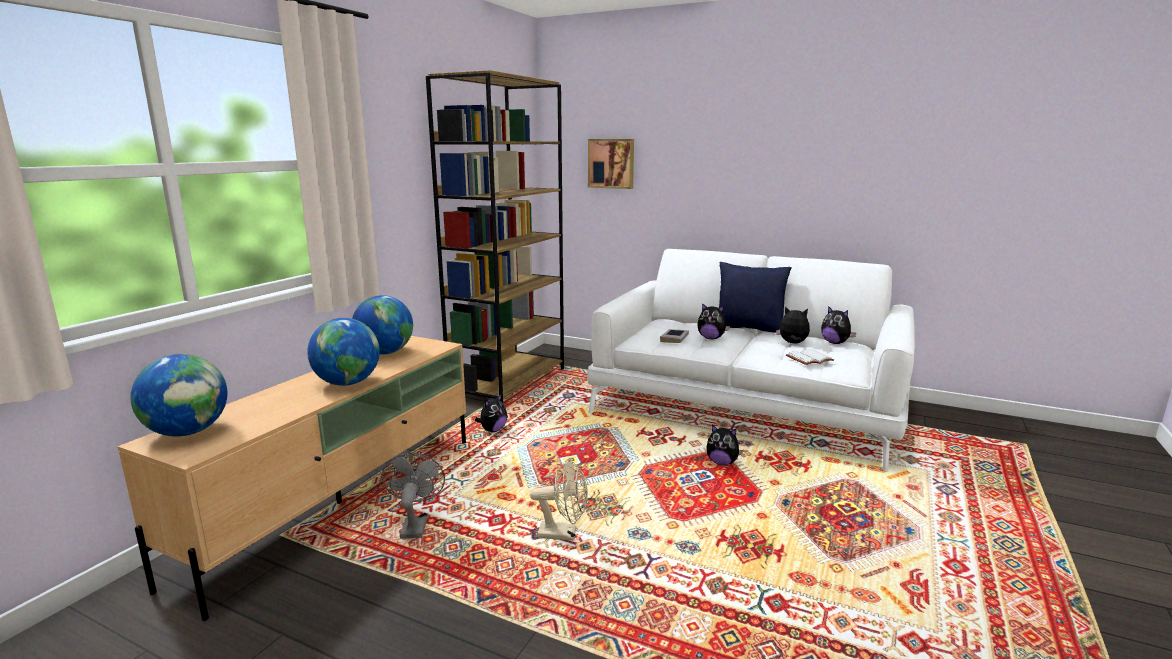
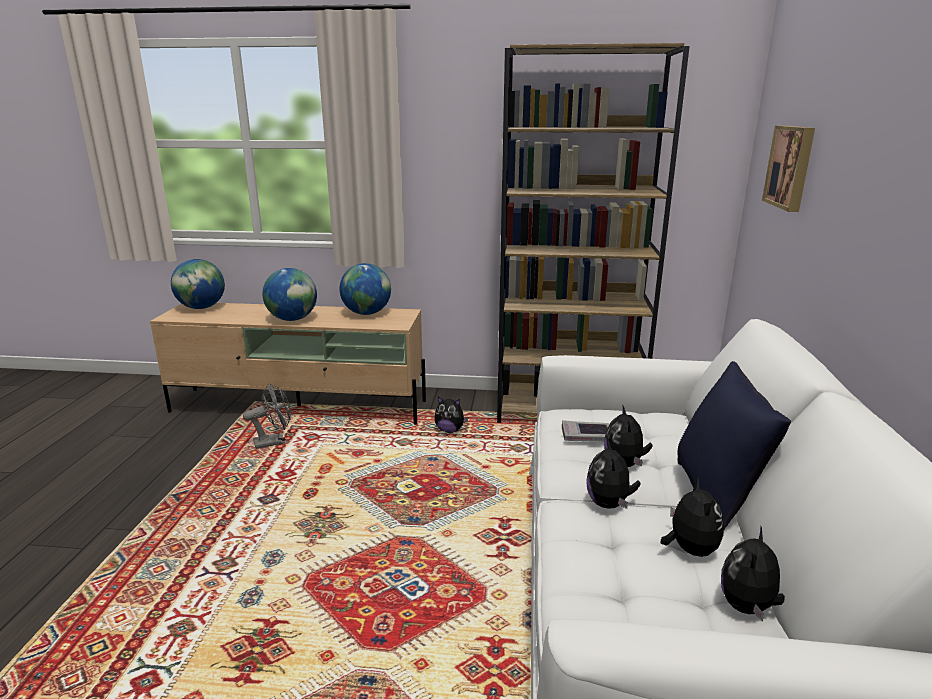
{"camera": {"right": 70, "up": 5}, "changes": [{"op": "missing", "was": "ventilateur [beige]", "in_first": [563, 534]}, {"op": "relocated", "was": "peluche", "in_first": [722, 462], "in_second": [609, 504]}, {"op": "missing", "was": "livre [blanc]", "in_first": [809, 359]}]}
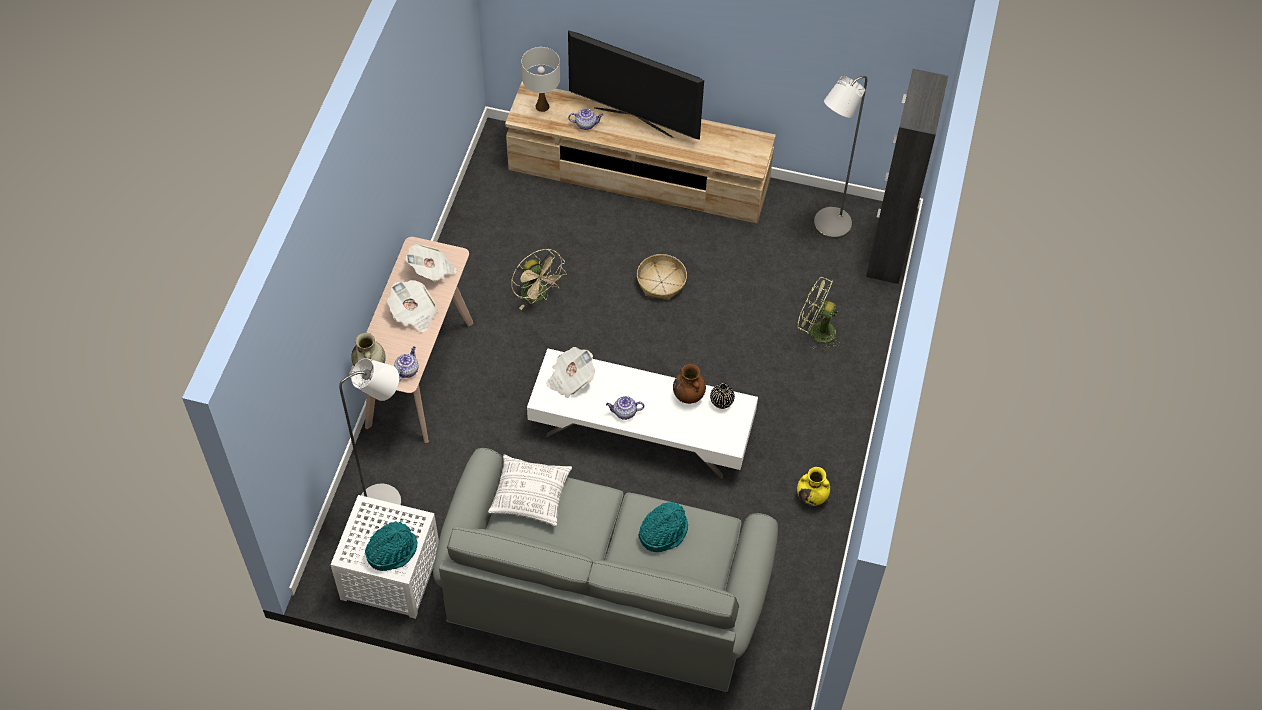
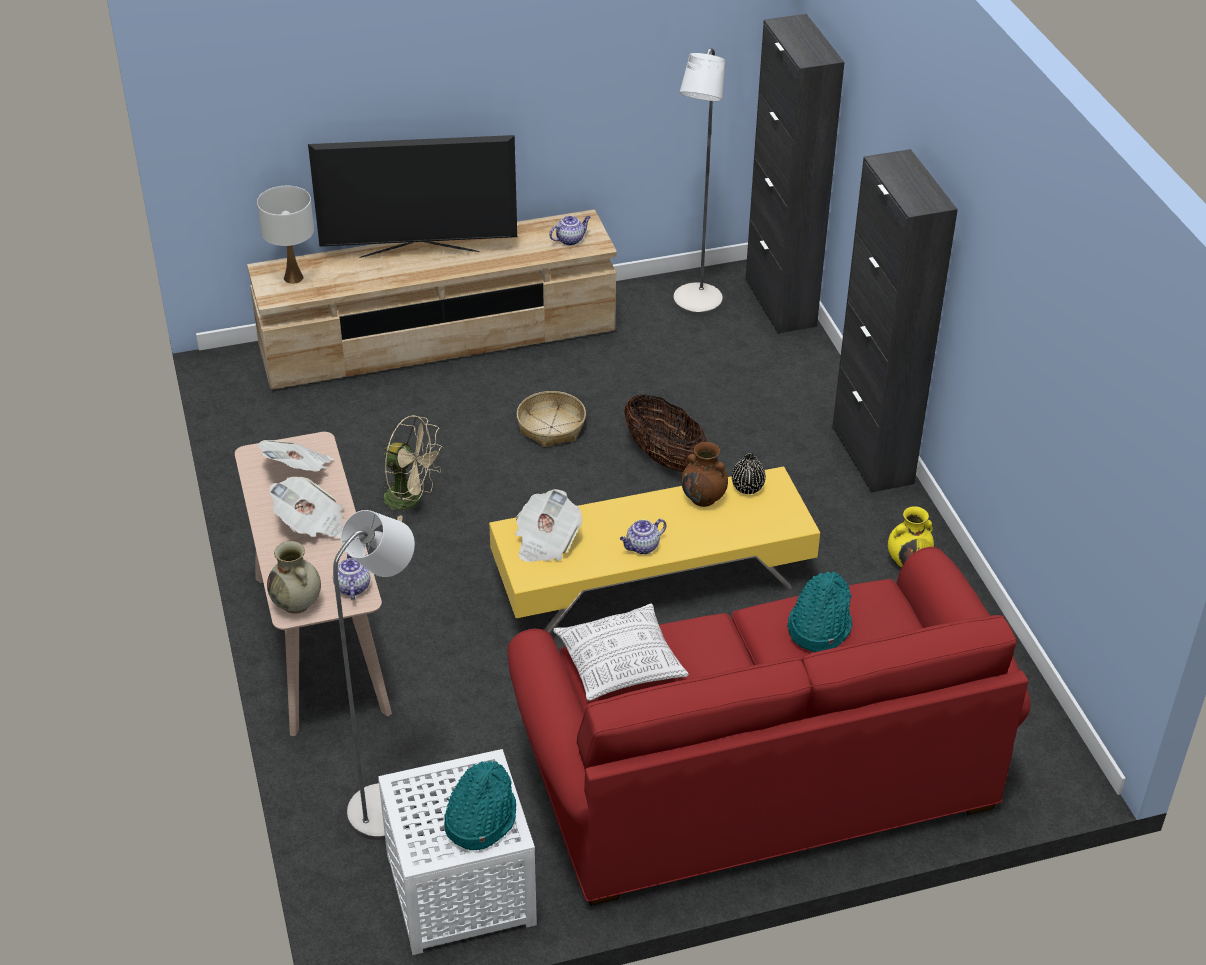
{"camera": {"right": -30, "up": -15}, "changes": [{"op": "colour", "was": "canapé [gris]", "now": "canapé [rouge]", "in_first": [604, 594], "in_second": [758, 774]}, {"op": "colour", "was": "table basse [blanc]", "now": "table basse [jaune]", "in_first": [640, 429], "in_second": [652, 580]}, {"op": "relocated", "was": "théière", "in_first": [586, 124], "in_second": [570, 239]}, {"op": "missing", "was": "ventilateur [vert]", "in_first": [816, 331]}, {"op": "appeared", "now": "panier", "in_second": [665, 457]}, {"op": "appeared", "now": "meuble de rangement [noir]", "in_second": [872, 455]}]}
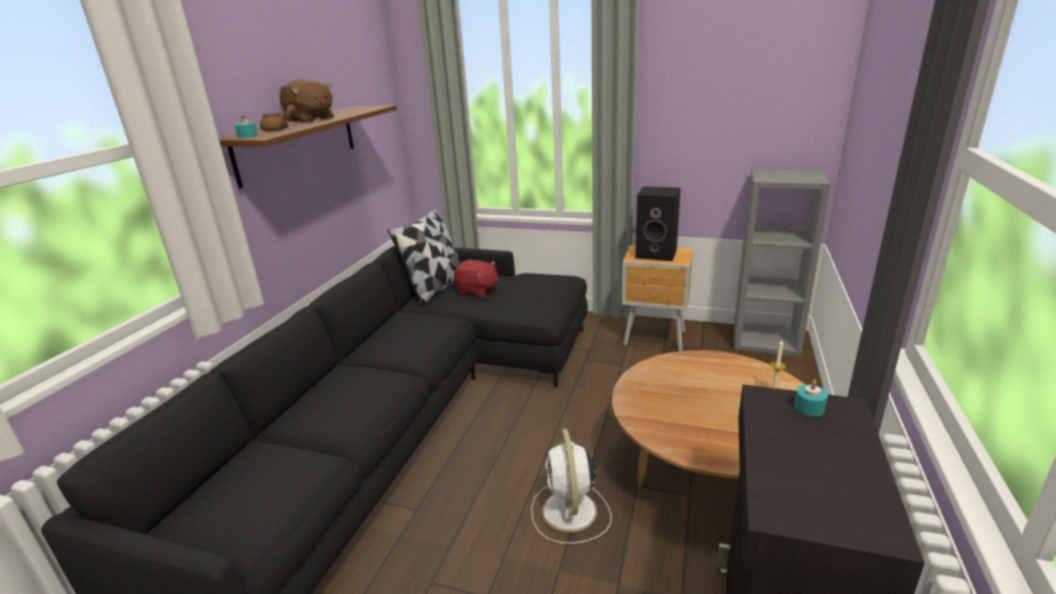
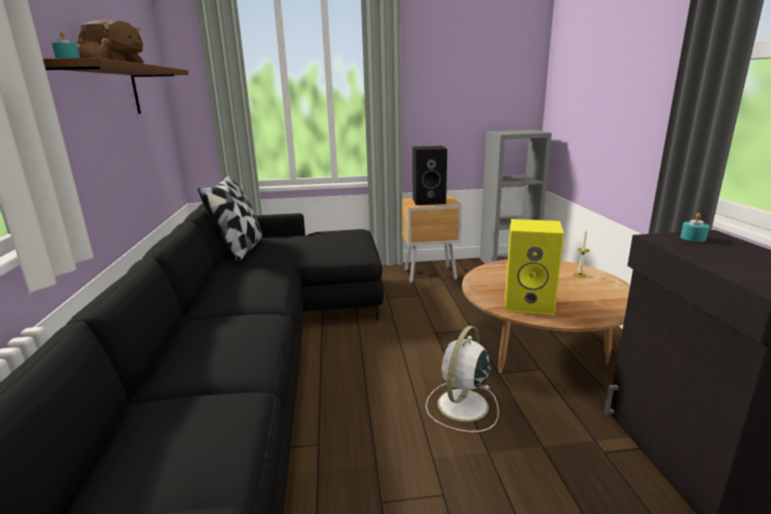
{"camera": {"right": -25, "up": -5}, "changes": [{"op": "missing", "was": "peluche [rouge]", "in_first": [477, 291]}, {"op": "spun", "was": "ventilateur [blanc]", "in_first": [570, 513], "in_second": [462, 406], "clockwise": 60}, {"op": "appeared", "now": "enceinte [jaune]", "in_second": [530, 303]}]}
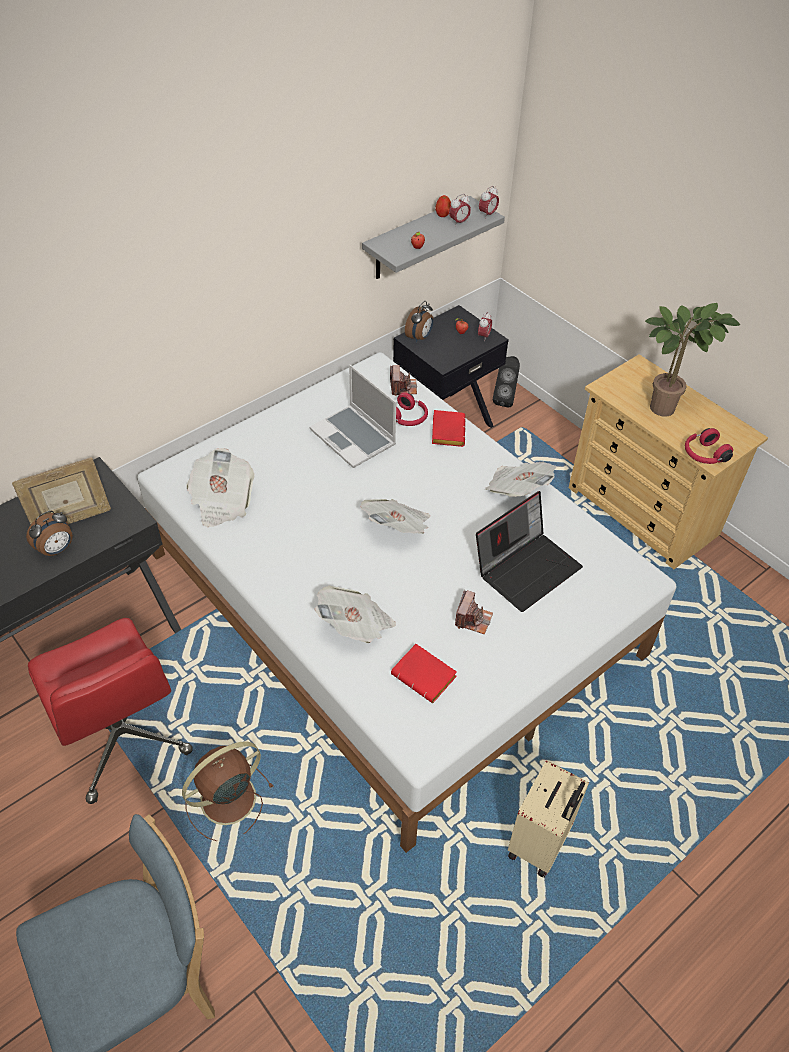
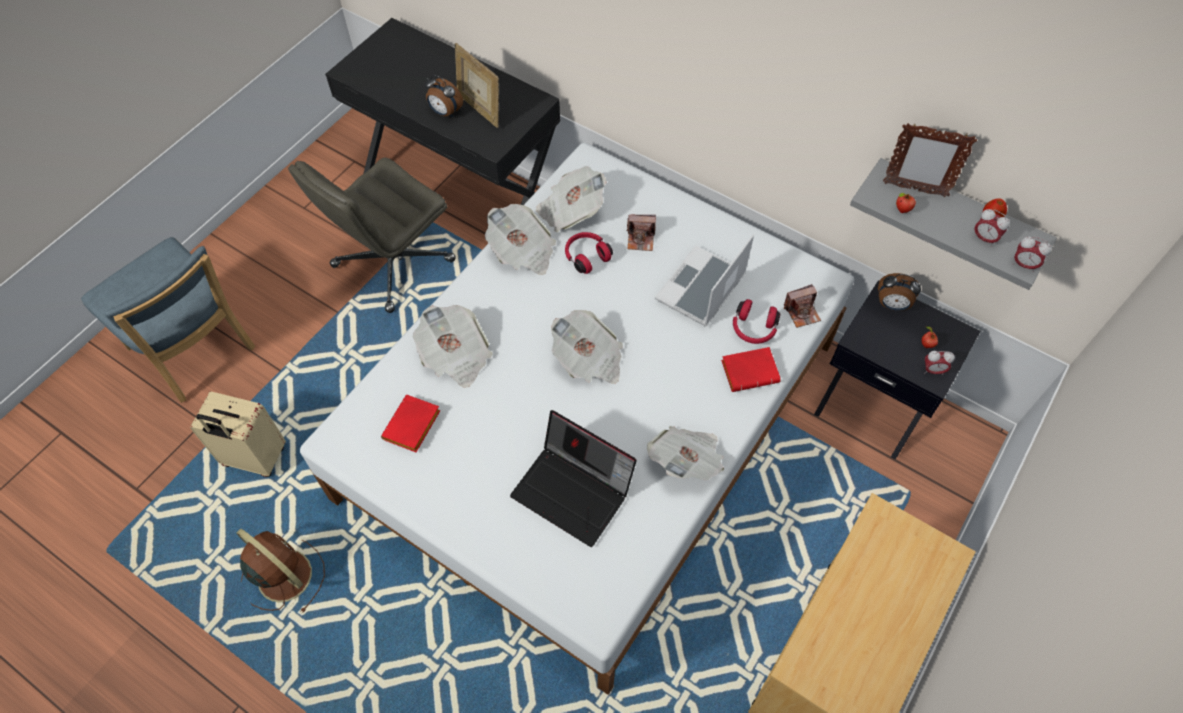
{"camera": {"right": 75, "up": 10}, "changes": [{"op": "colour", "was": "chaise de bureau [rouge]", "now": "chaise de bureau [gris]", "in_first": [123, 738], "in_second": [392, 264]}, {"op": "relocated", "was": "ventilateur [marron]", "in_first": [226, 800], "in_second": [283, 574]}, {"op": "relocated", "was": "appareil photo", "in_first": [473, 619], "in_second": [641, 239]}, {"op": "missing", "was": "enceinte [noir]", "in_first": [505, 399]}, {"op": "relocated", "was": "valise [beige]", "in_first": [540, 843], "in_second": [254, 458]}, {"op": "missing", "was": "plante en pot", "in_first": [665, 406]}, {"op": "relocated", "was": "casque audio [rouge]", "in_first": [703, 455], "in_second": [586, 256]}, {"op": "appeared", "now": "journal", "in_second": [522, 252]}, {"op": "appeared", "now": "cadre photo", "in_second": [914, 189]}]}
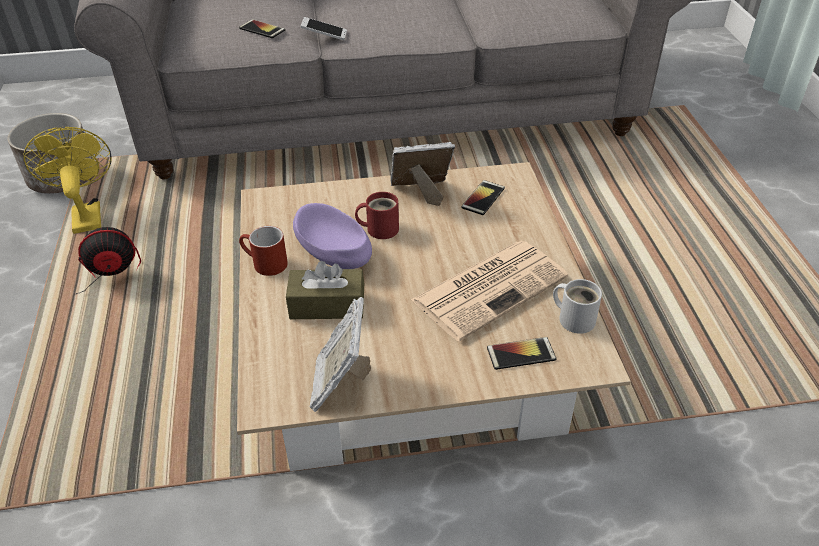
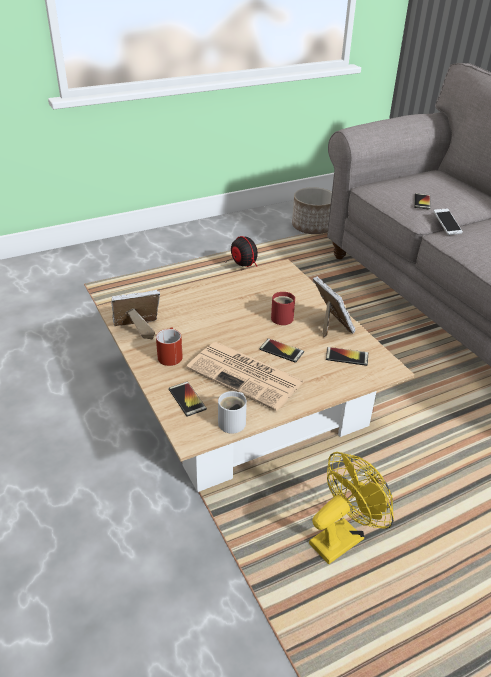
{"camera": {"right": 70, "up": -5}, "changes": [{"op": "relocated", "was": "ventilateur [jaune]", "in_first": [86, 214], "in_second": [342, 537]}, {"op": "relocated", "was": "mug [rouge]", "in_first": [264, 264], "in_second": [169, 354]}, {"op": "missing", "was": "boîte à mouchoirs [marron]", "in_first": [327, 305]}, {"op": "missing", "was": "bol [violet]", "in_first": [333, 252]}, {"op": "appeared", "now": "téléphone", "in_second": [281, 351]}]}
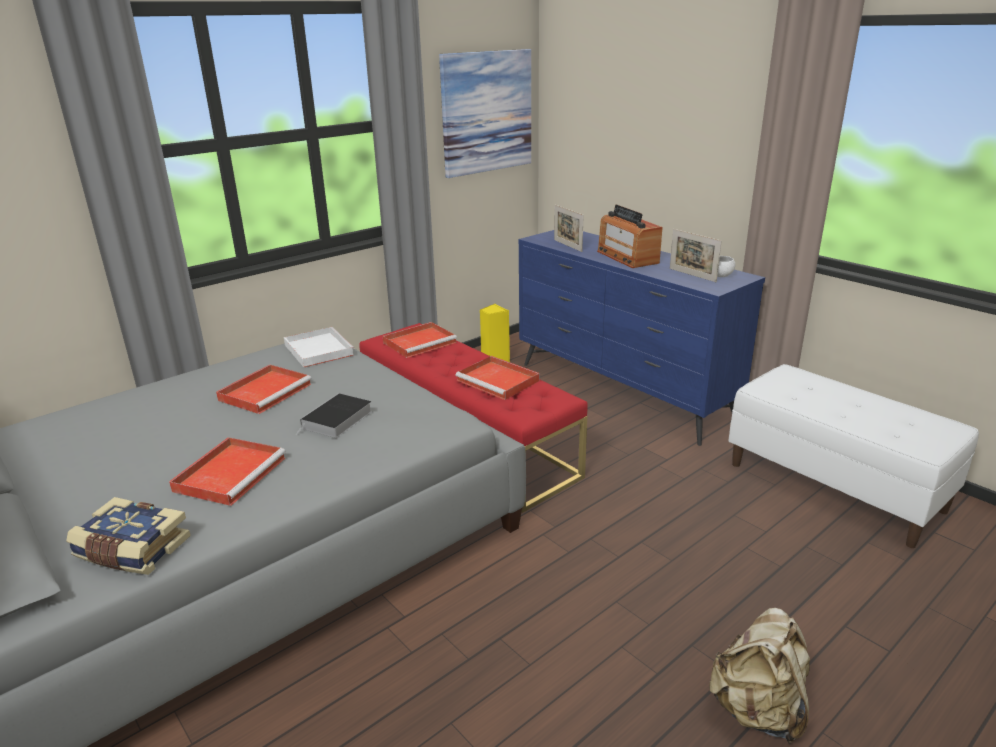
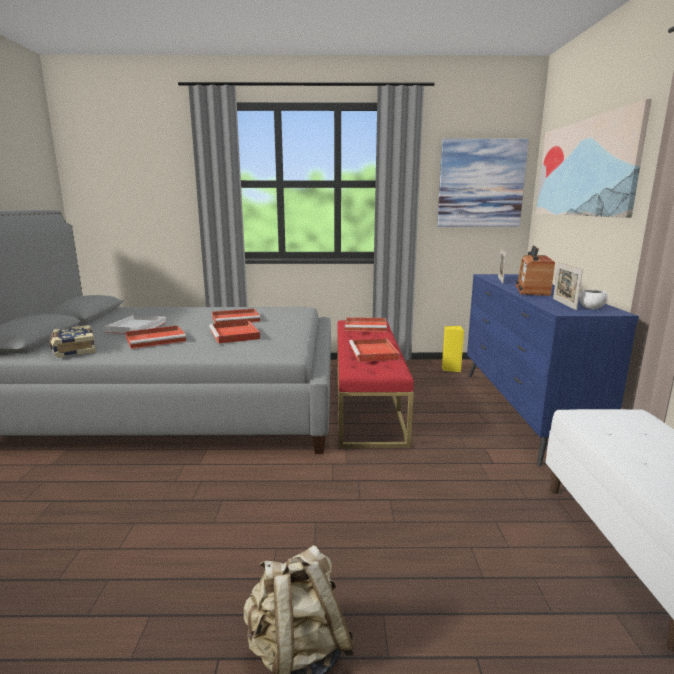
{"camera": {"right": 40, "up": -10}, "changes": [{"op": "relocated", "was": "plateau [blanc]", "in_first": [317, 349], "in_second": [137, 327]}, {"op": "exchanged", "was": "livre", "now": "plateau [rouge]", "in_first": [336, 420], "in_second": [235, 335]}, {"op": "appeared", "now": "tableau", "in_second": [583, 168]}]}
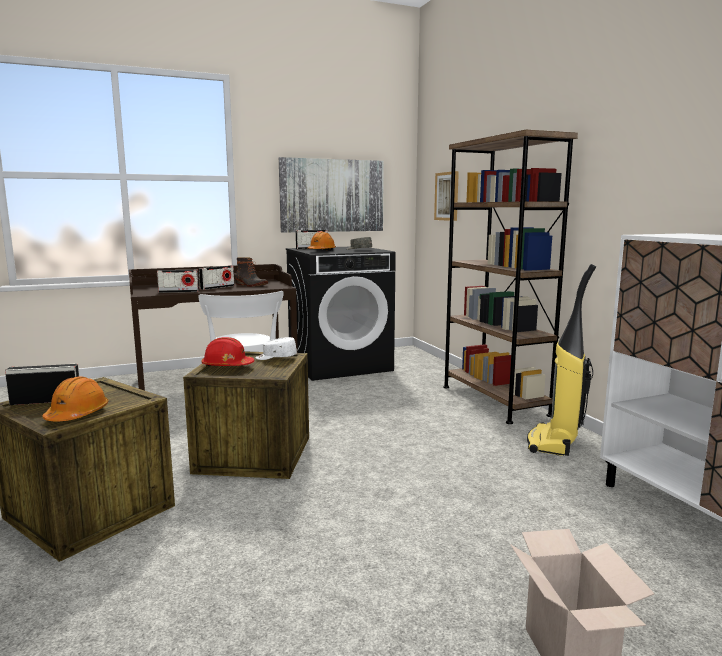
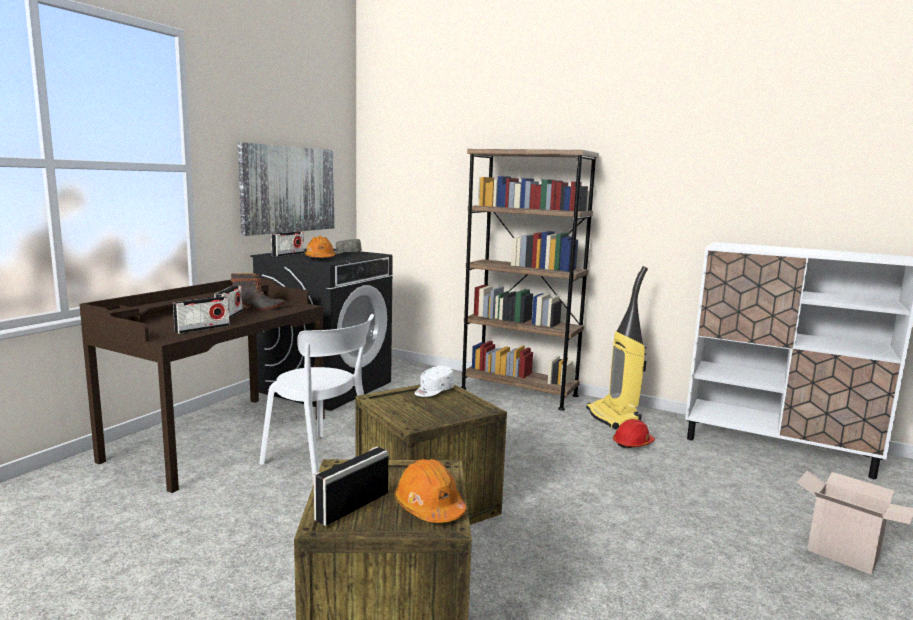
{"camera": {"right": -40, "up": 0}, "changes": [{"op": "relocated", "was": "casque de chantier [rouge]", "in_first": [227, 366], "in_second": [633, 443]}, {"op": "missing", "was": "tableau", "in_first": [447, 196]}]}
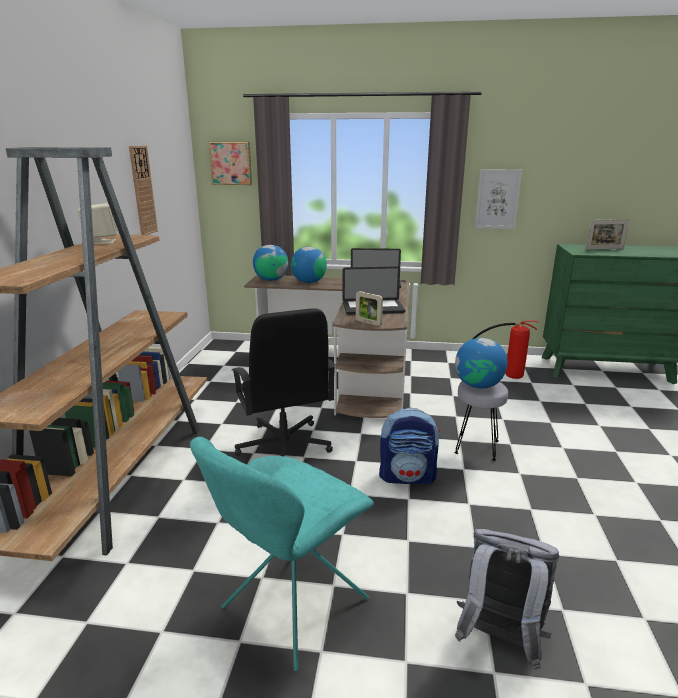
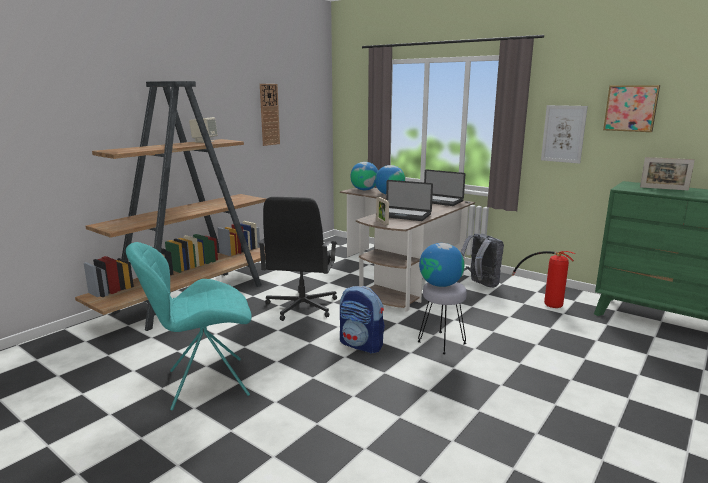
{"camera": {"right": 30, "up": -5}, "changes": [{"op": "relocated", "was": "tableau", "in_first": [231, 163], "in_second": [631, 108]}, {"op": "relocated", "was": "sac à dos [gris]", "in_first": [498, 639], "in_second": [480, 285]}]}
